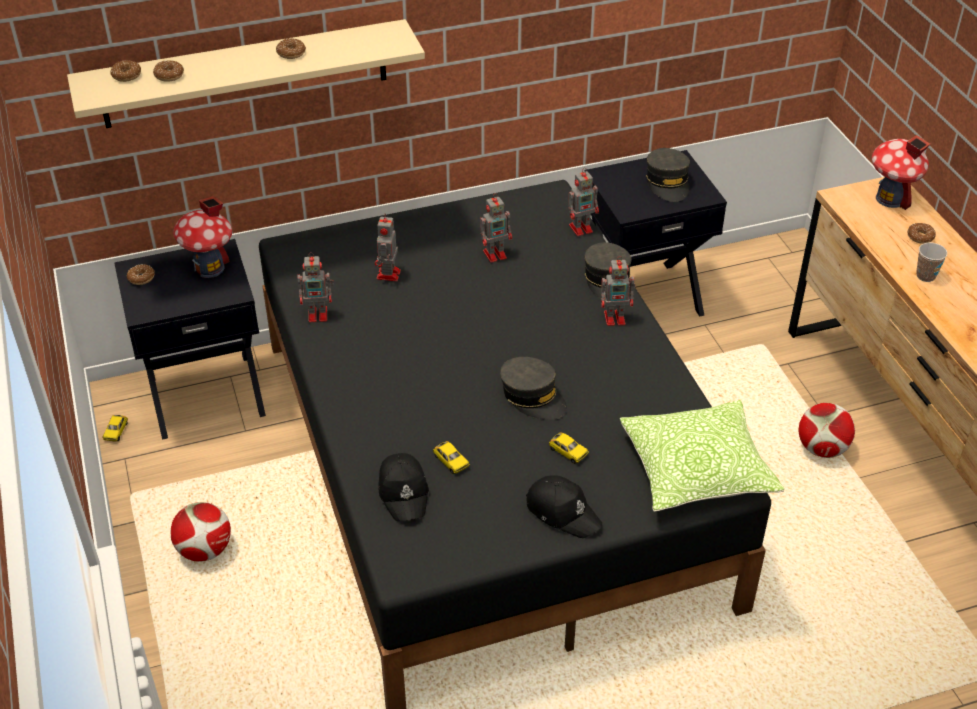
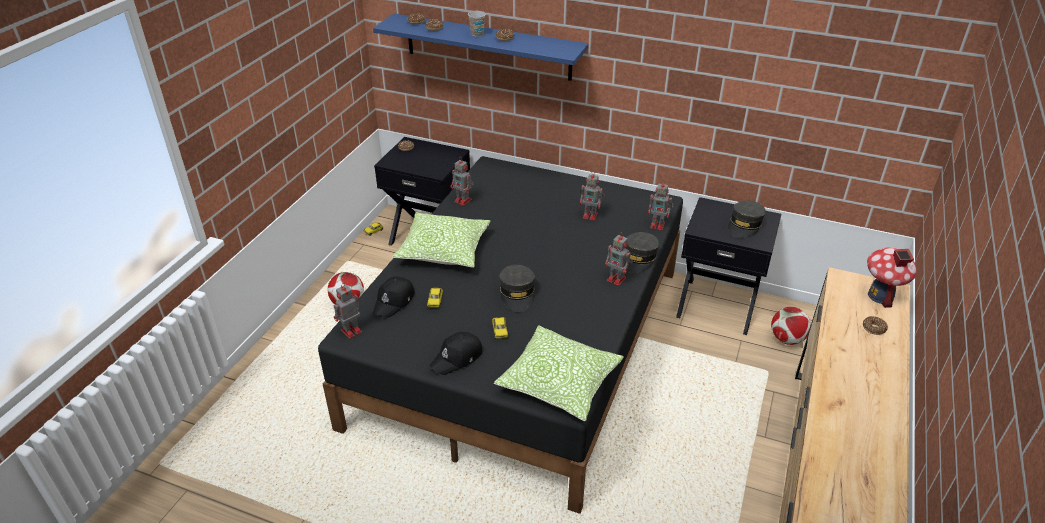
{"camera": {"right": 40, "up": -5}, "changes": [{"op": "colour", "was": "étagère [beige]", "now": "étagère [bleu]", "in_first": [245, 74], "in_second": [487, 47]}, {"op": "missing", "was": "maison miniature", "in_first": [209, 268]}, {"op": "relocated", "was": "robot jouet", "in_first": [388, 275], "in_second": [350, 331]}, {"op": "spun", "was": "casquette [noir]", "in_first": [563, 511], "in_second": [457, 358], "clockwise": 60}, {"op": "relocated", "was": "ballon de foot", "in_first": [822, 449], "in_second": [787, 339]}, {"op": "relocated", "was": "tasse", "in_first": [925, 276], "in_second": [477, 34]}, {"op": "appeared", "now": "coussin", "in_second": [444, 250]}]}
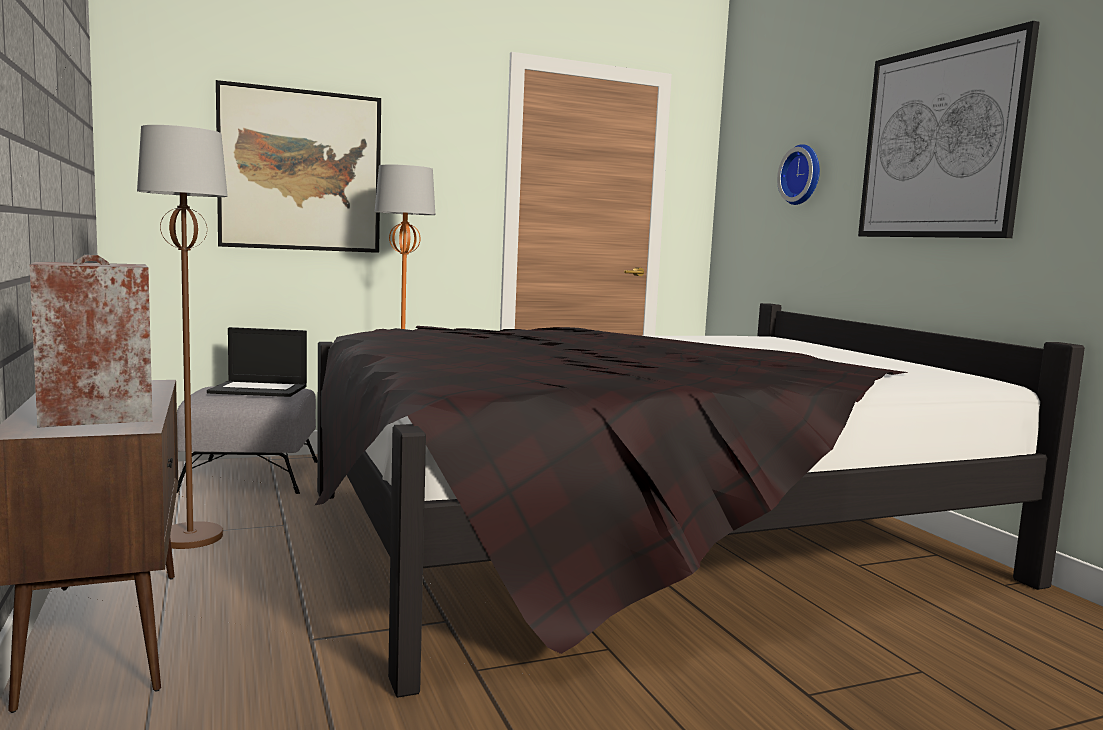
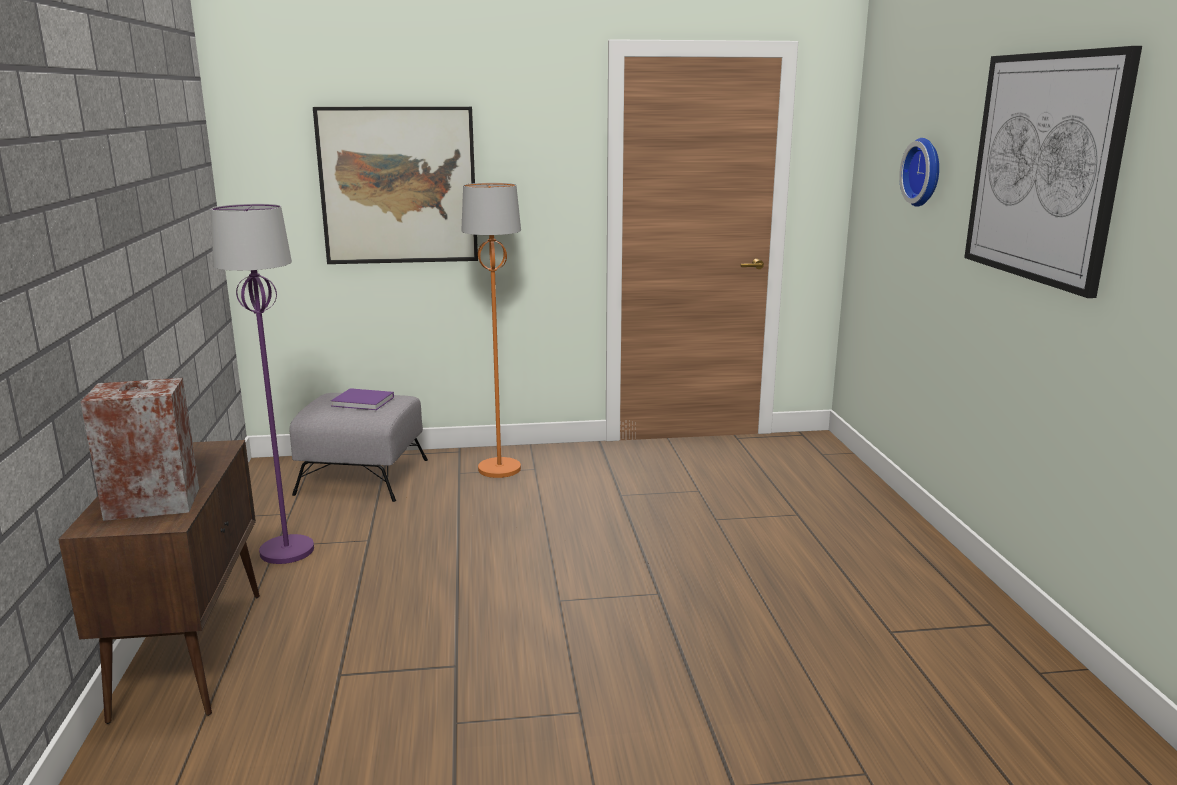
{"camera": {"right": 15, "up": 10}, "changes": [{"op": "colour", "was": "lampadaire [marron]", "now": "lampadaire [violet]", "in_first": [190, 537], "in_second": [287, 550]}, {"op": "exchanged", "was": "ordinateur portable", "now": "livre [violet]", "in_first": [260, 389], "in_second": [364, 402]}, {"op": "missing", "was": "lit [noir]", "in_first": [642, 537]}]}
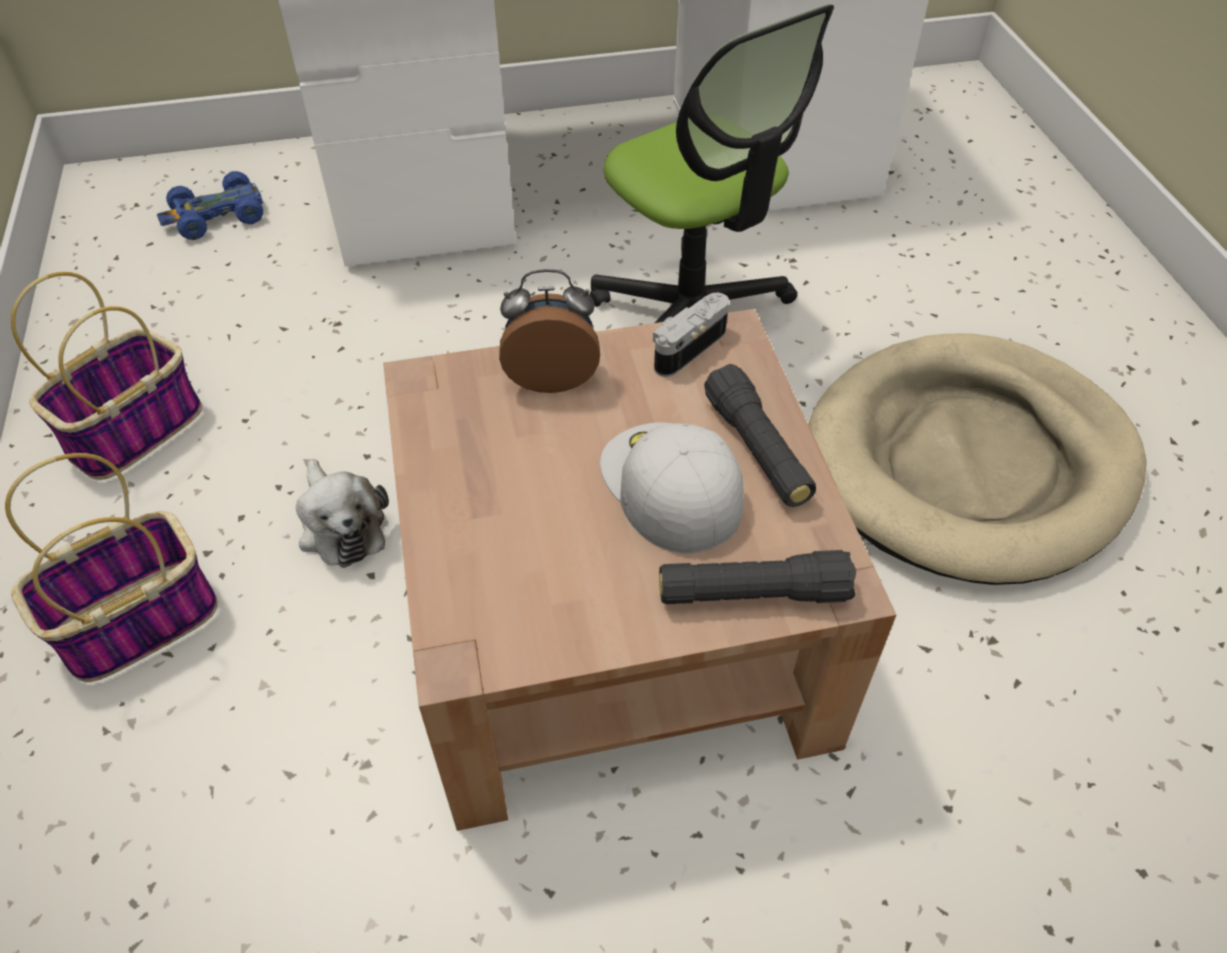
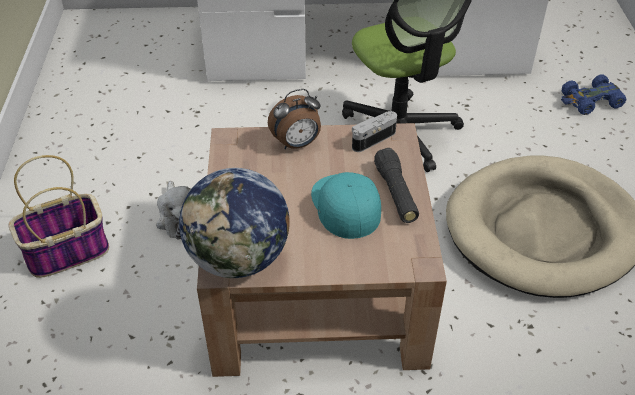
{"camera": {"right": 10, "up": -5}, "changes": [{"op": "missing", "was": "panier", "in_first": [136, 429]}, {"op": "relocated", "was": "petite voiture [bleu]", "in_first": [217, 217], "in_second": [590, 101]}, {"op": "spun", "was": "réveil", "in_first": [551, 375], "in_second": [297, 144], "clockwise": 150}, {"op": "colour", "was": "casquette [blanc]", "now": "casquette [turquoise]", "in_first": [668, 485], "in_second": [344, 205]}, {"op": "missing", "was": "lampe de poche [noir]", "in_first": [752, 594]}, {"op": "appeared", "now": "globe", "in_second": [239, 259]}]}
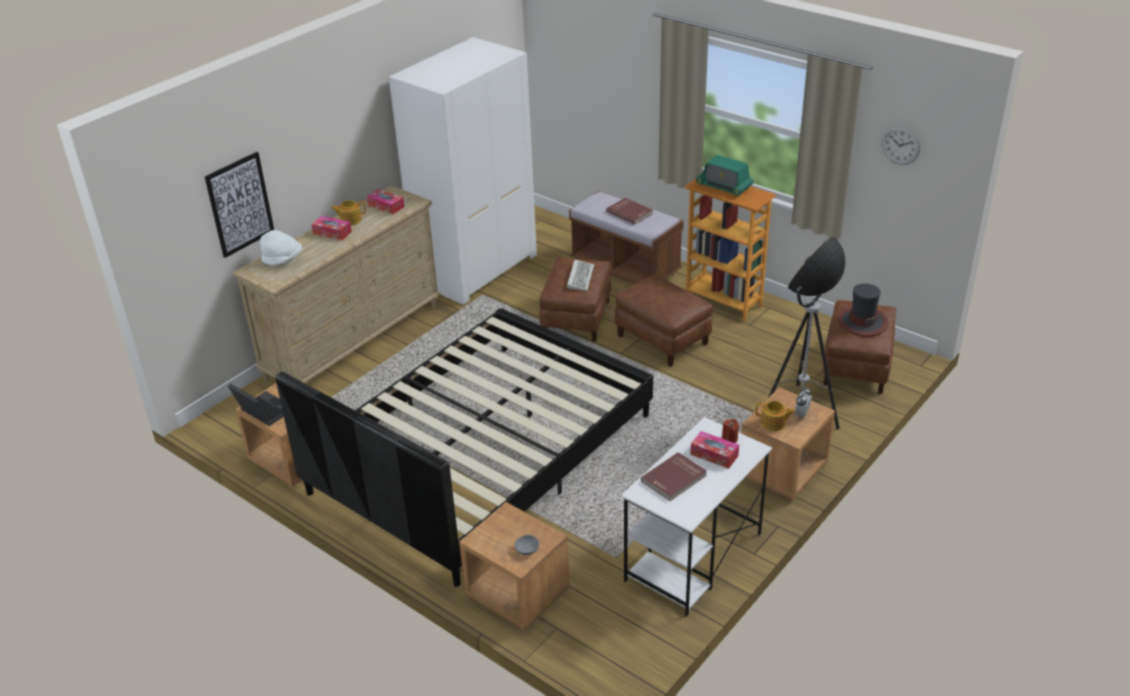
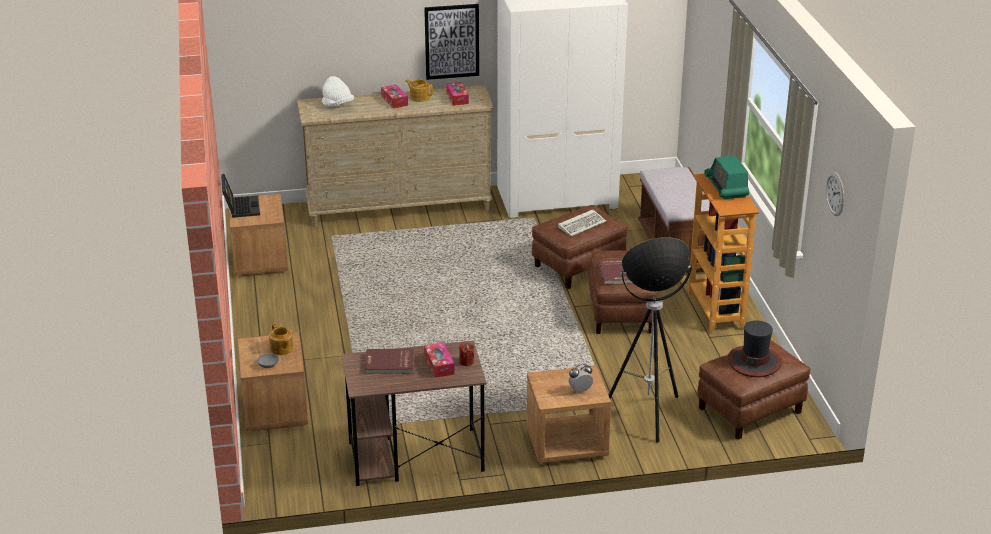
{"camera": {"right": 40, "up": -5}, "changes": [{"op": "relocated", "was": "tableau", "in_first": [240, 204], "in_second": [452, 41]}, {"op": "missing", "was": "lit [noir]", "in_first": [482, 453]}, {"op": "relocated", "was": "livre [rouge]", "in_first": [630, 212], "in_second": [617, 273]}, {"op": "colour", "was": "bureau [blanc]", "now": "bureau [marron]", "in_first": [693, 558], "in_second": [414, 457]}, {"op": "relocated", "was": "théière", "in_first": [773, 423], "in_second": [281, 349]}]}
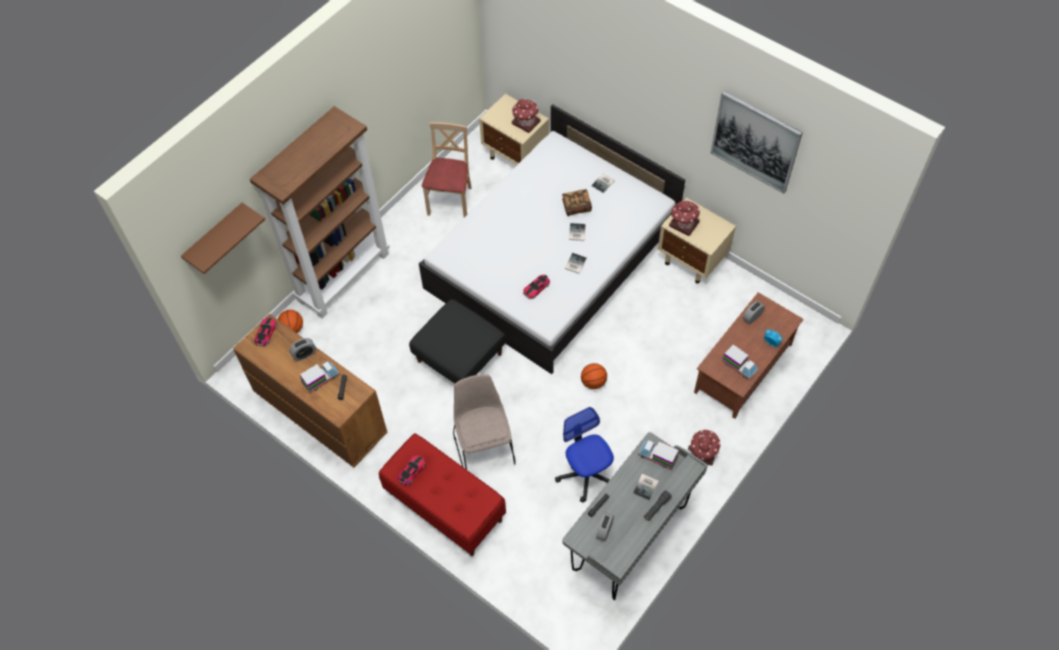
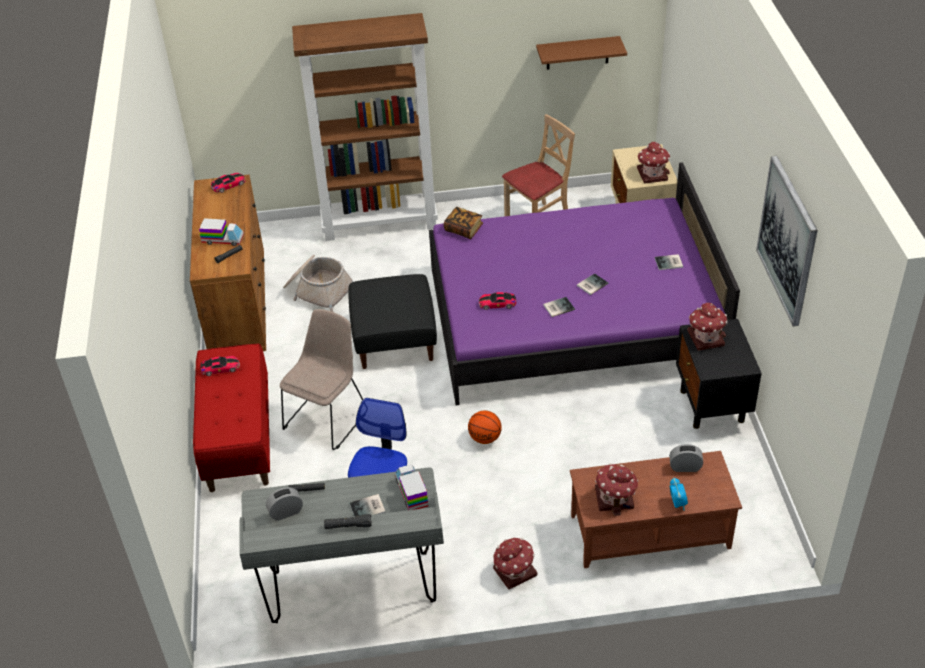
{"camera": {"right": 45, "up": -15}, "changes": [{"op": "relocated", "was": "étagère [marron]", "in_first": [215, 237], "in_second": [577, 53]}, {"op": "missing", "was": "ballon de basket", "in_first": [292, 329]}, {"op": "missing", "was": "réveil", "in_first": [304, 354]}, {"op": "colour", "was": "lit [blanc]", "now": "lit [violet]", "in_first": [551, 259], "in_second": [572, 318]}, {"op": "relocated", "was": "livre", "in_first": [576, 207], "in_second": [463, 229]}, {"op": "colour", "was": "table de chevet [beige]", "now": "table de chevet [noir]", "in_first": [692, 261], "in_second": [712, 406]}, {"op": "exchanged", "was": "camion jouet", "now": "maison miniature", "in_first": [739, 366], "in_second": [615, 498]}, {"op": "appeared", "now": "panier", "in_second": [318, 291]}]}
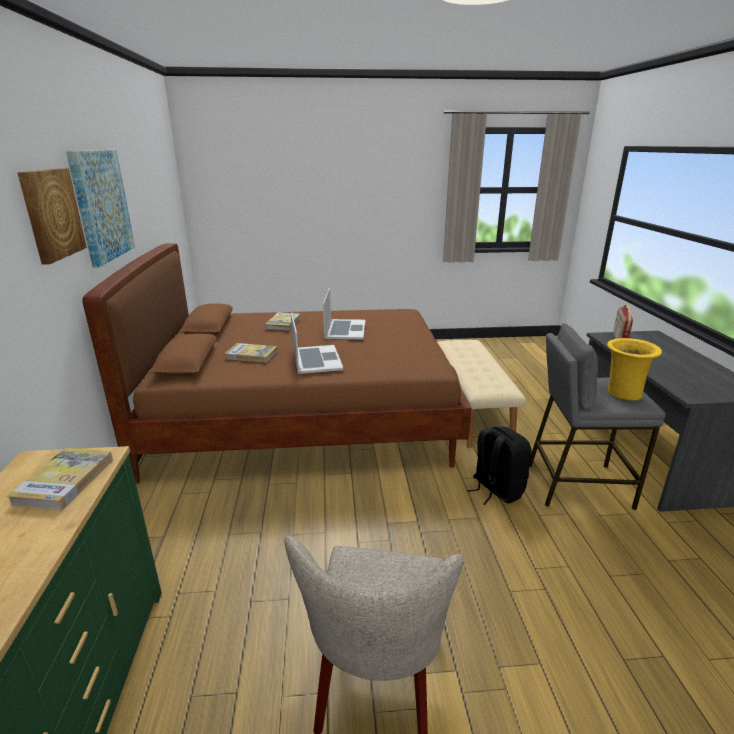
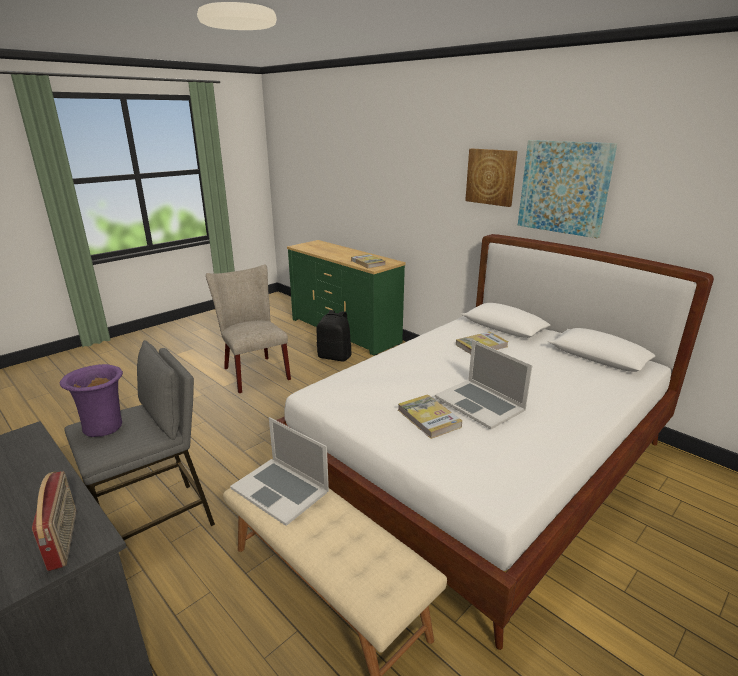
{"camera": {"right": 140, "up": 0}, "changes": [{"op": "colour", "was": "lit [marron]", "now": "lit [blanc]", "in_first": [304, 417], "in_second": [483, 464]}, {"op": "relocated", "was": "livre", "in_first": [283, 323], "in_second": [428, 418]}, {"op": "relocated", "was": "ordinateur portable", "in_first": [316, 359], "in_second": [280, 489]}, {"op": "relocated", "was": "sac à dos [noir]", "in_first": [496, 490], "in_second": [335, 357]}, {"op": "colour", "was": "vase [jaune]", "now": "vase [violet]", "in_first": [622, 394], "in_second": [105, 426]}]}
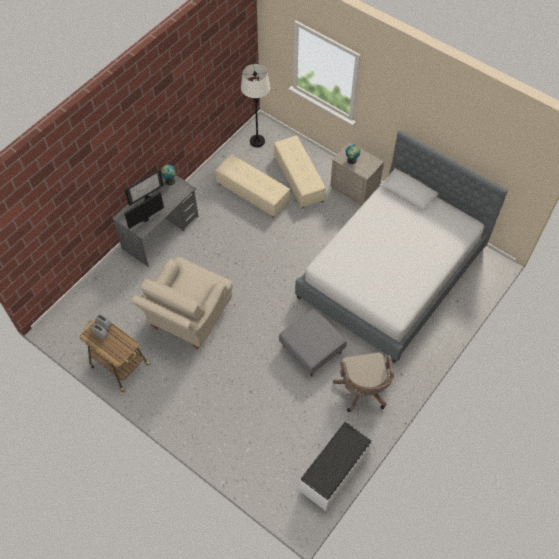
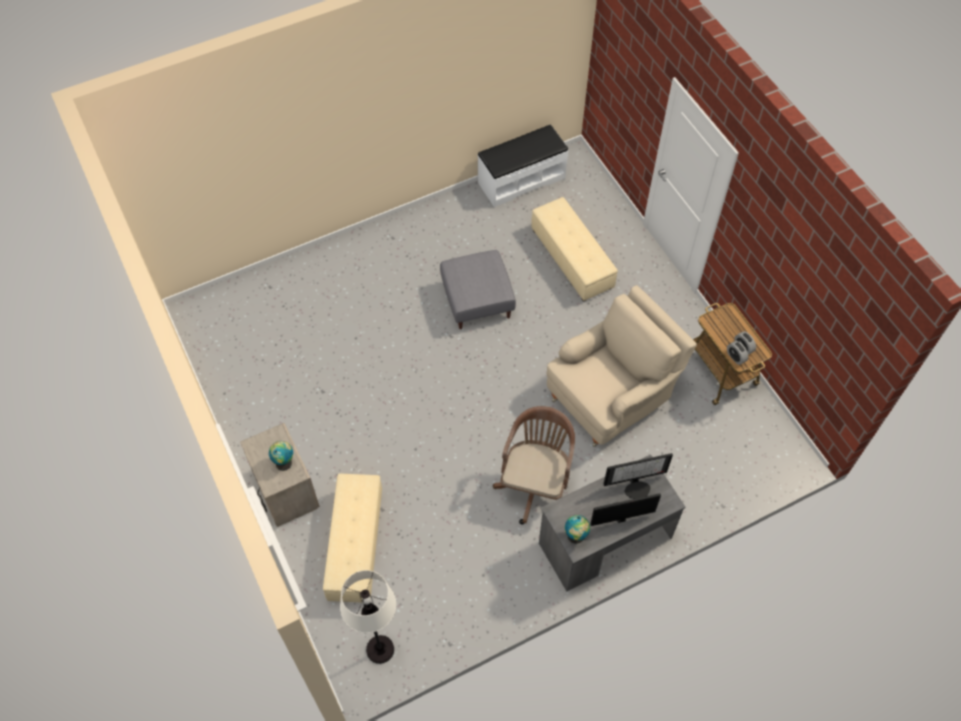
{"camera": {"right": -155, "up": 0}, "changes": [{"op": "relocated", "was": "pouf [beige]", "in_first": [253, 193], "in_second": [571, 259]}, {"op": "missing", "was": "lit", "in_first": [391, 273]}, {"op": "relocated", "was": "chaise de bureau [marron]", "in_first": [363, 391], "in_second": [535, 484]}]}
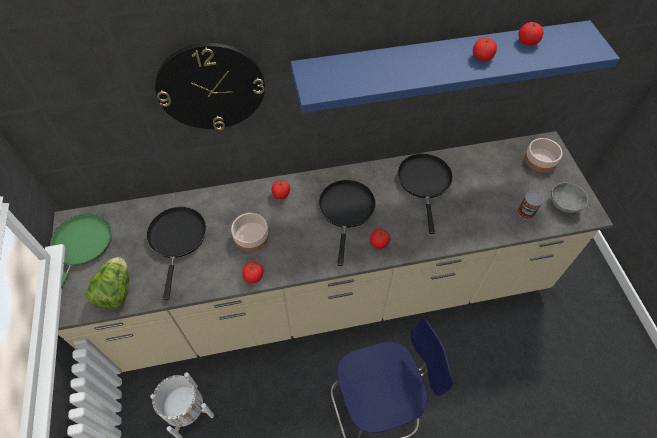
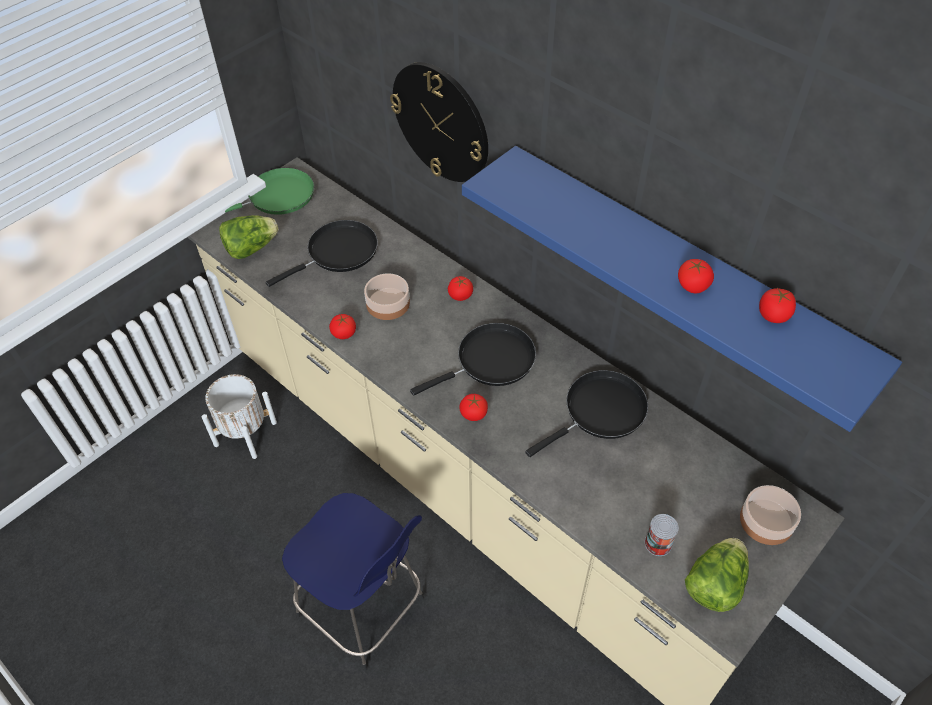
{"camera": {"right": 55, "up": -5}, "changes": [{"op": "exchanged", "was": "bol [gris]", "now": "laitue", "in_first": [564, 204], "in_second": [714, 584]}]}
